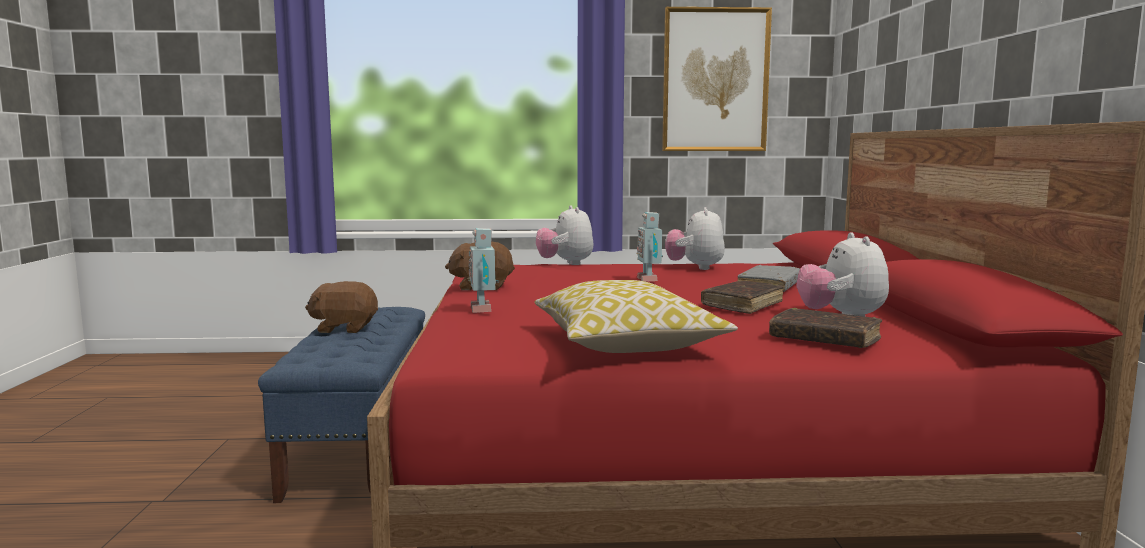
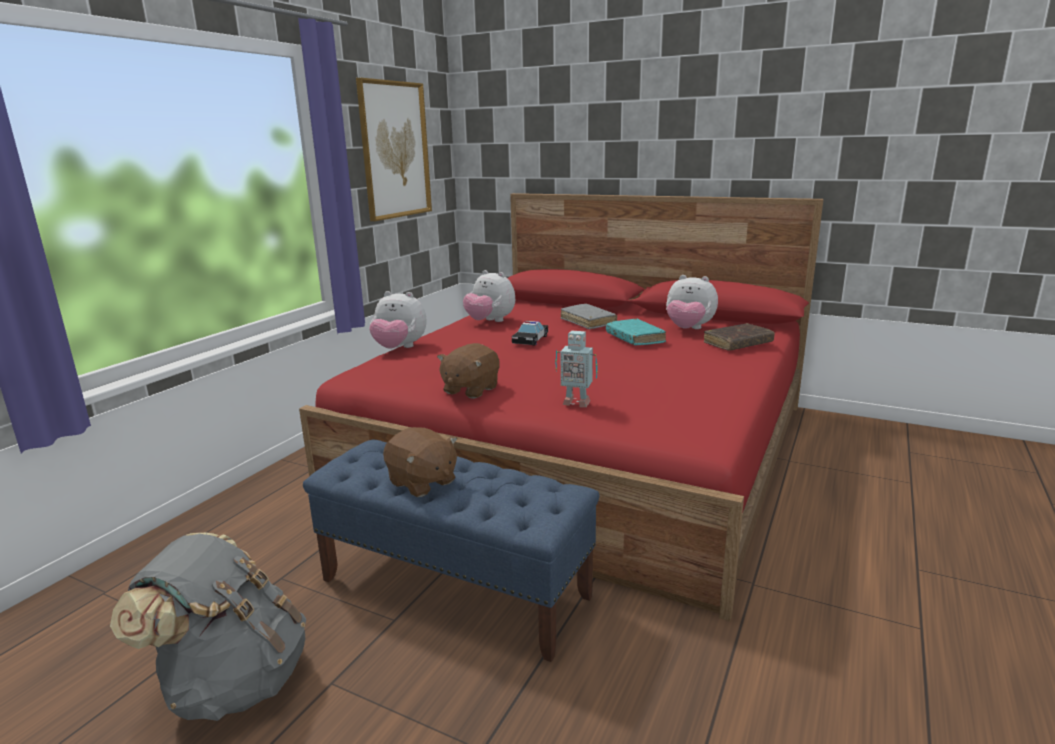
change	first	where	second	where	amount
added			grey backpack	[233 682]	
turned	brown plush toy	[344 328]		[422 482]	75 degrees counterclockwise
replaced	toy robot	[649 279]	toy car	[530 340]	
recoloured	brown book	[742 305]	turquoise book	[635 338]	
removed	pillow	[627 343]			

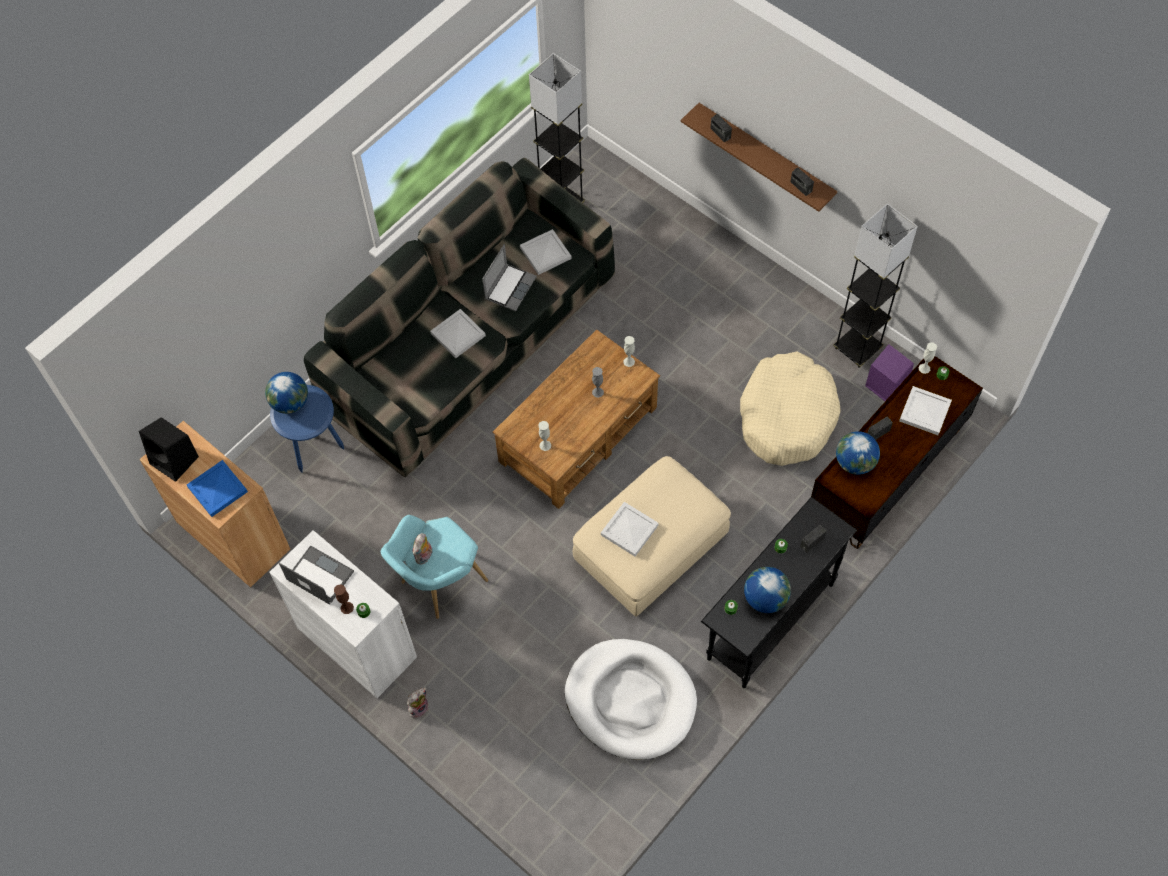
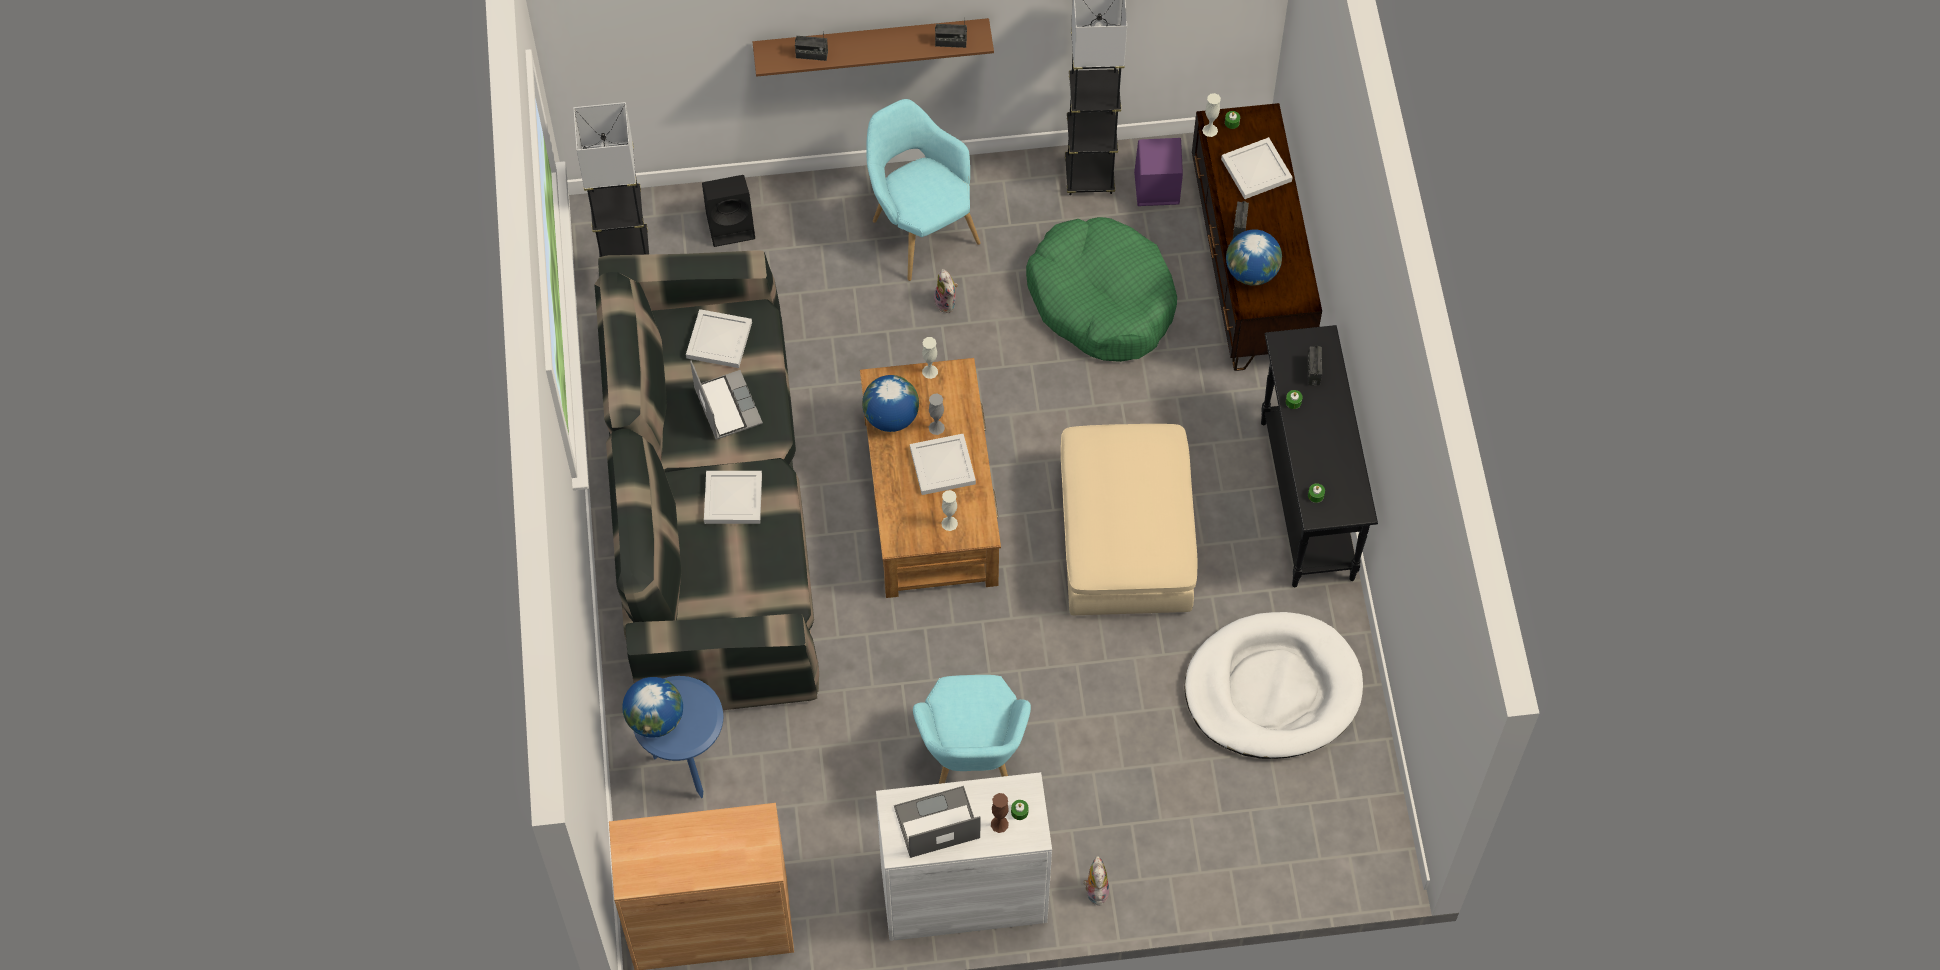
change	first	where	second	where	amount
moved	black speaker	[175 460]		[732 225]	
moved	globe	[765 598]		[891 417]	
added			turquoise armchair	[919 228]	
moved	white tray	[629 531]		[943 466]	
moved	plush toy	[424 556]		[947 302]	
recoloured	beige dog bed	[787 416]	green dog bed	[1102 300]	
removed	blue tray	[218 488]			

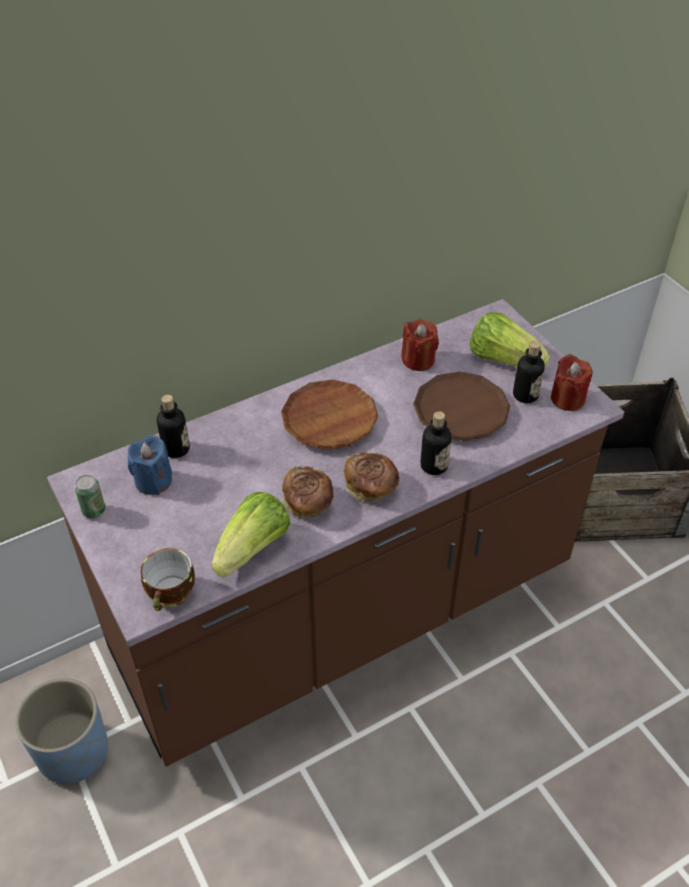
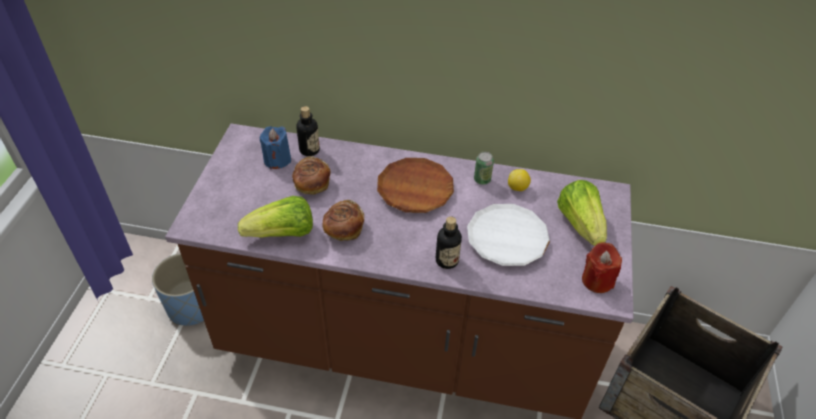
change	first	where	second	where	amount
moved	bread	[371 486]		[312 184]	
recoloured	brown plate	[460 411]	white plate	[507 238]	
moved	can	[94 511]		[482 180]	
replaced	red candle	[418 360]	lemon	[517 188]	
removed	cup	[172 594]			
removed	bottle	[525 395]			

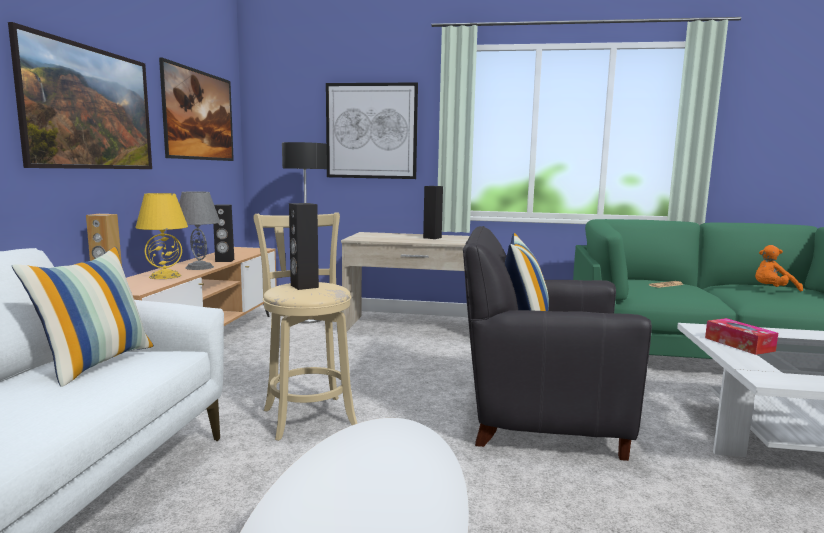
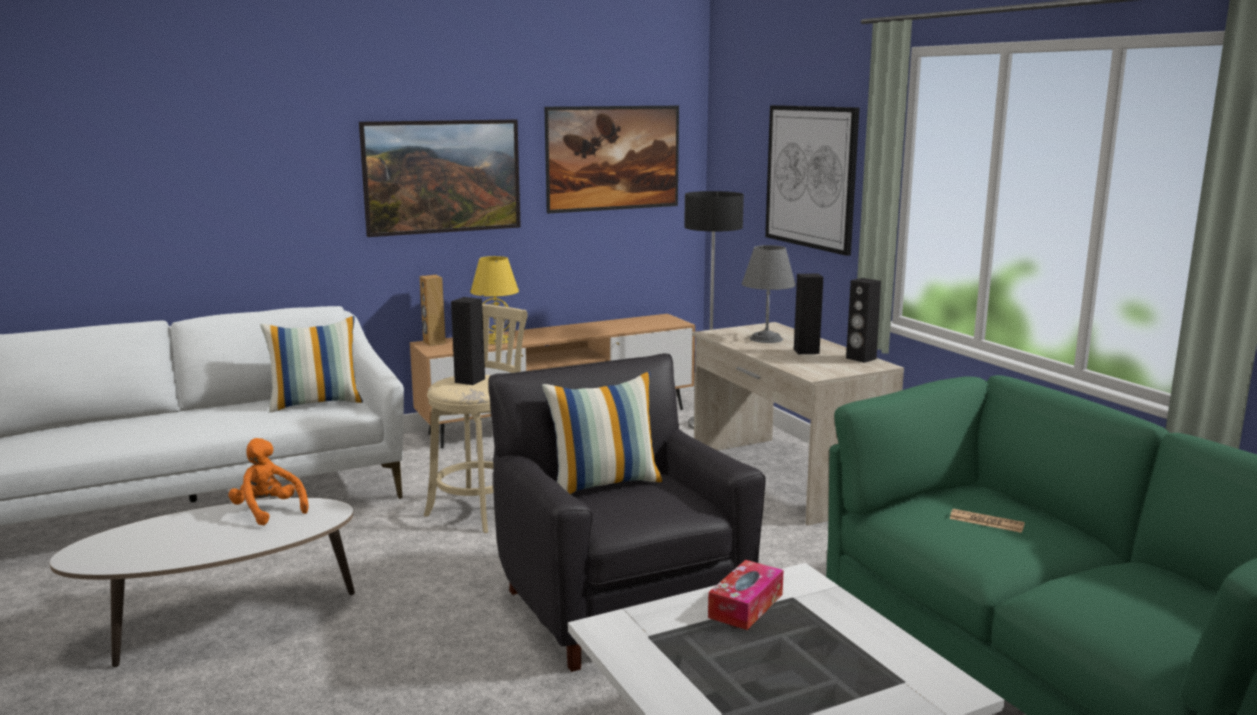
change	first	where	second	where	amount
moved	orange plush toy	[772 290]		[268 511]	
moved	grey table lamp	[200 267]		[766 339]	
moved	black speaker	[224 260]		[860 358]	

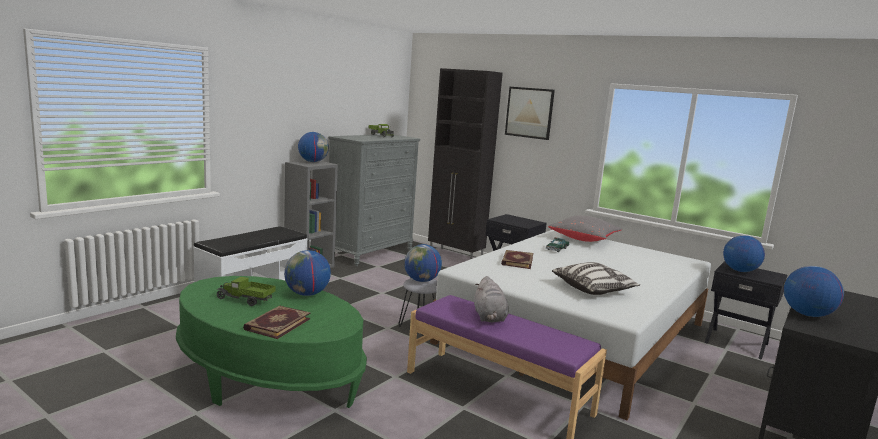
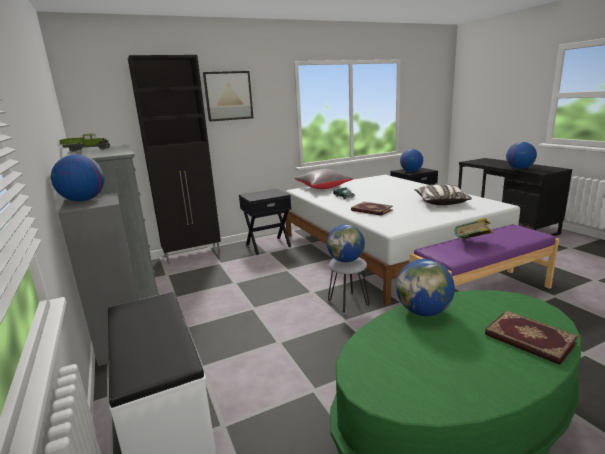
change	first	where	second	where	amount
replaced	grey plush toy	[489 317]	book	[472 244]	
removed	toy truck	[245 300]			

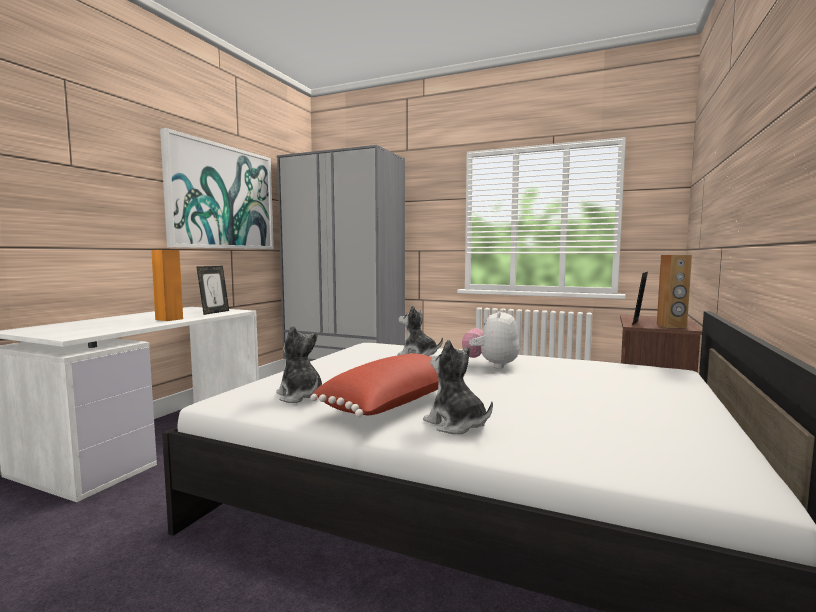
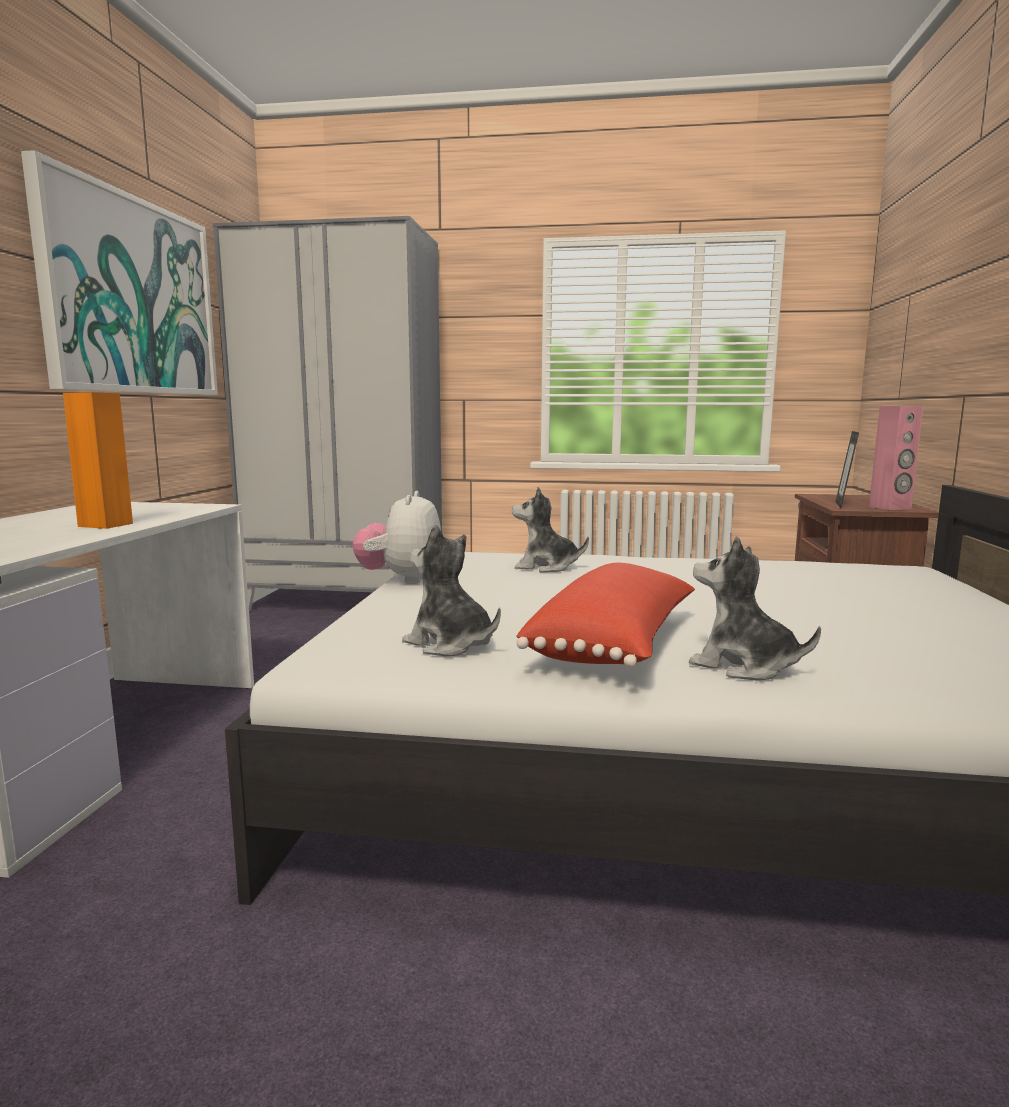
change	first	where	second	where	amount
moved	plush toy	[491 365]		[402 580]	
recoloured	brown speaker	[671 326]	pink speaker	[890 508]	
removed	picture frame	[214 312]			

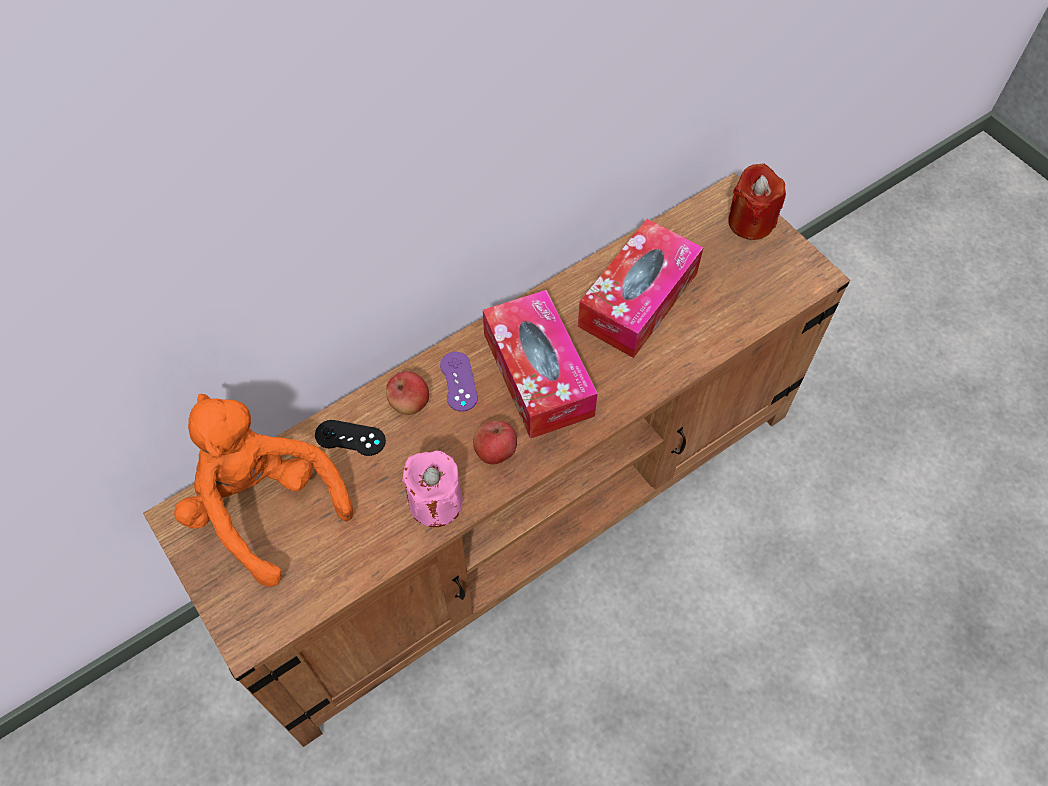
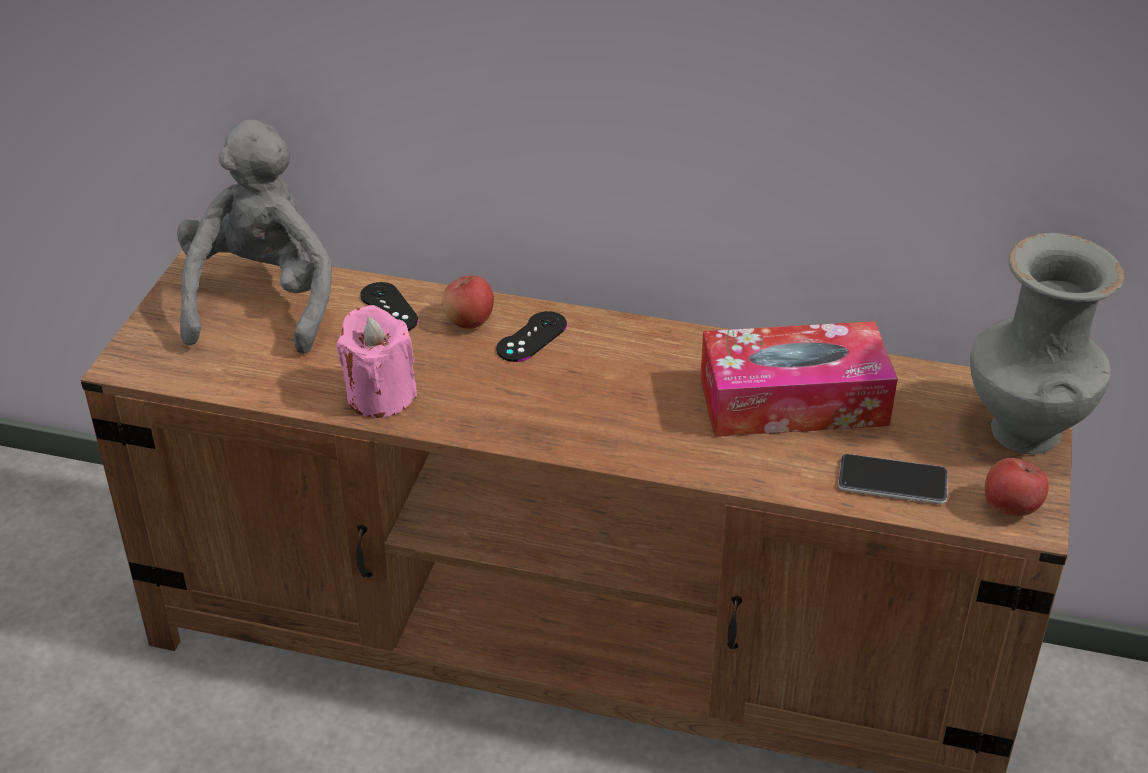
change	first	where	second	where	amount
recoloured	orange plush toy	[264 507]	grey plush toy	[262 301]	
recoloured	purple game controller	[458 381]	black game controller	[531 337]	
added			phone	[892 481]	
replaced	red candle	[750 222]	grey vase	[1022 430]	
moved	apple	[495 452]		[1010 508]	
removed	tissue box	[538 374]			

